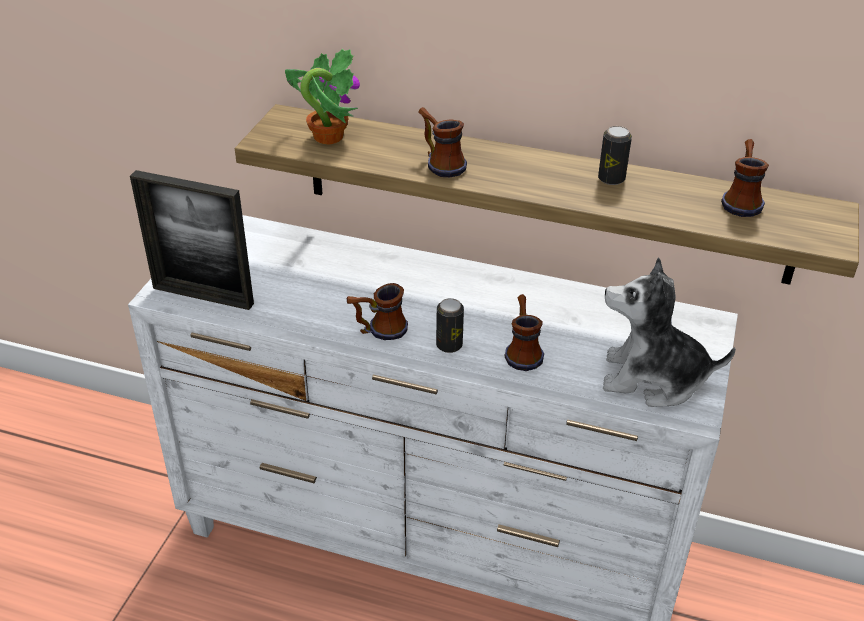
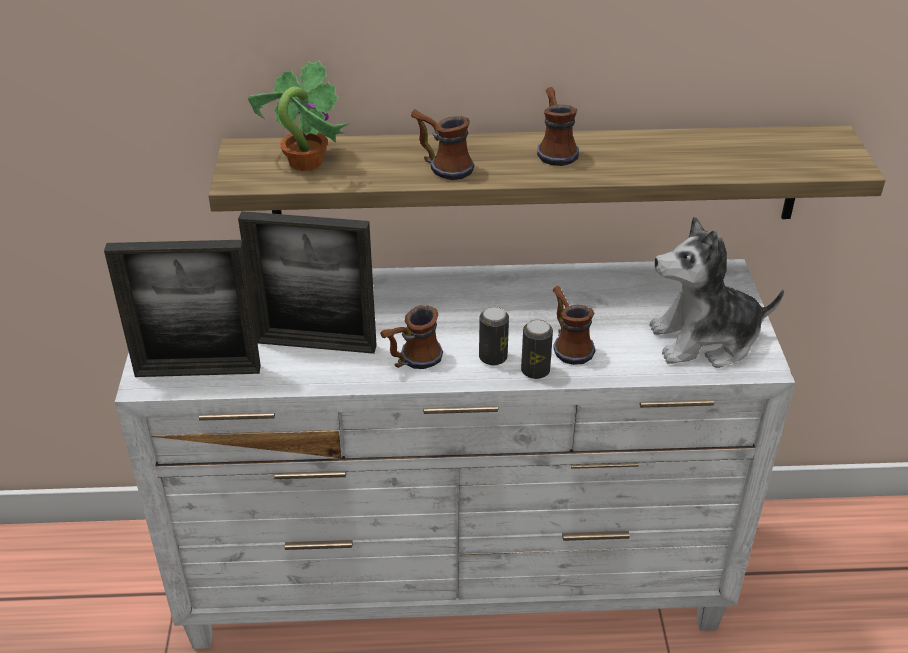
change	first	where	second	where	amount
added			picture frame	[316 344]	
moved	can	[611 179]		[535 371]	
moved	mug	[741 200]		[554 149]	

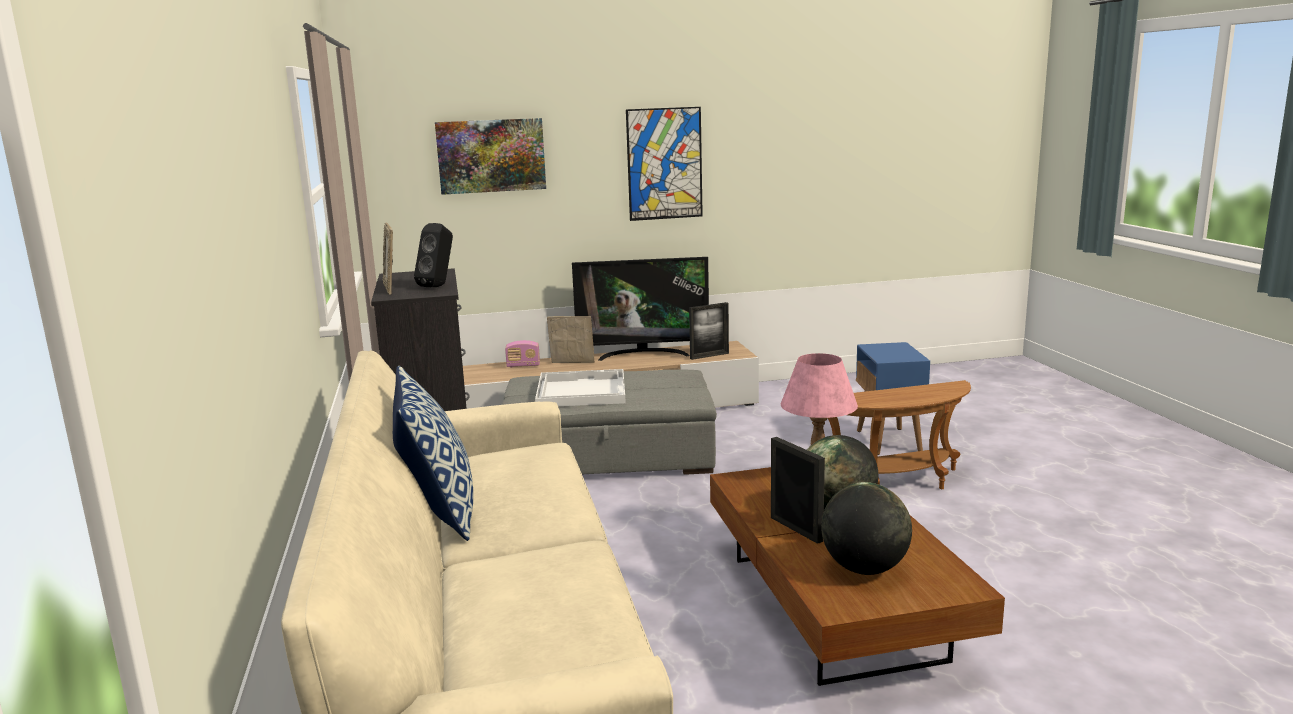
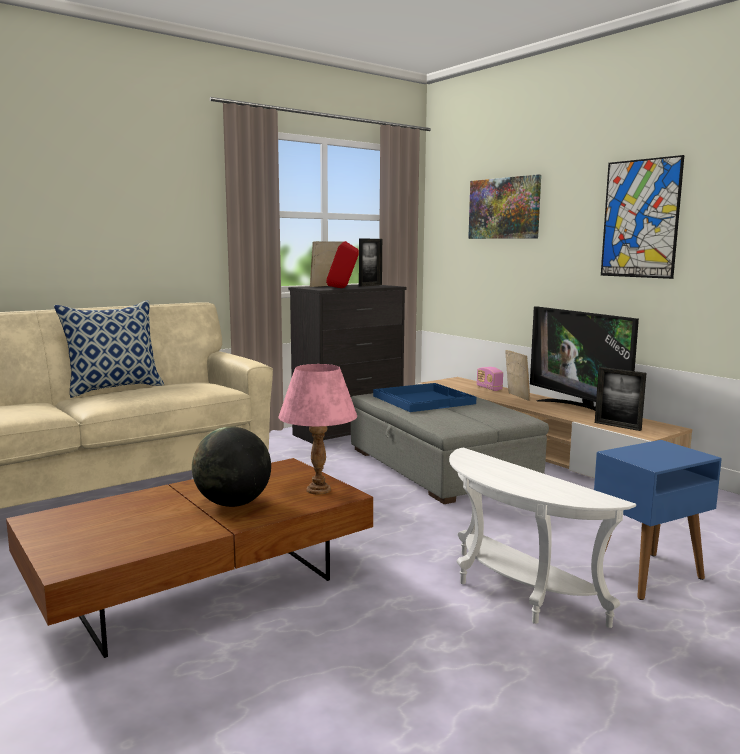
change	first	where	second	where	amount
recoloured	black speaker	[439 286]	red speaker	[342 288]	
moved	picture frame	[796 529]		[370 285]	
recoloured	white tray	[580 391]	blue tray	[423 399]	
recoloured	brown side table	[897 485]	white side table	[514 593]	
removed	globe	[865 569]			

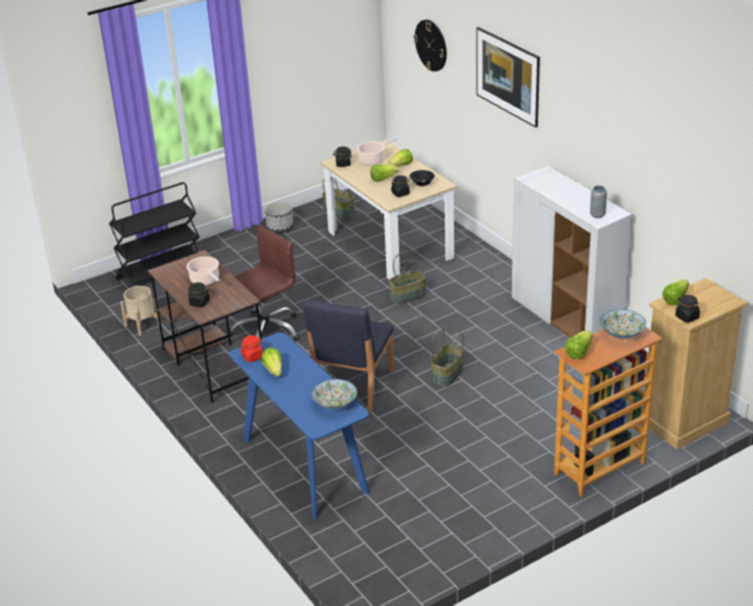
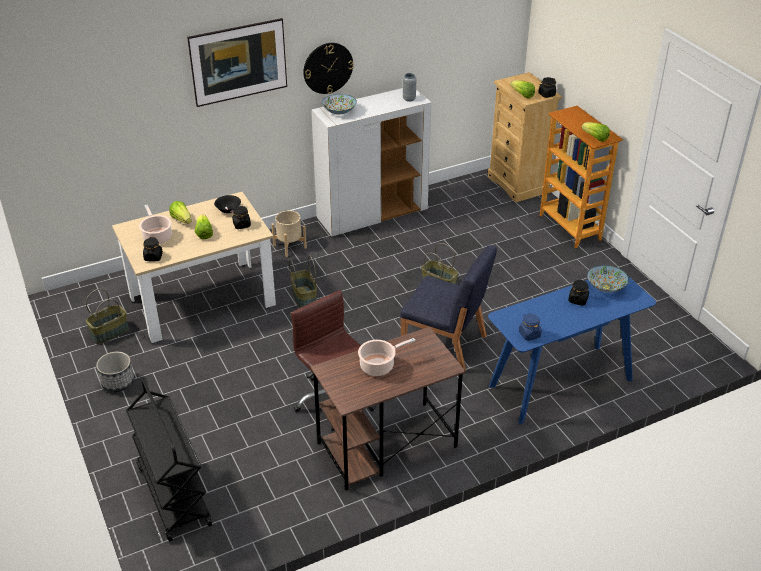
change	first	where	second	where	amount
moved	beige planter	[142 325]		[290 246]	
moved	wall clock	[431 45]		[328 68]	
moved	bowl	[622 333]		[339 111]	
recoloured	red jar	[253 356]	blue jar	[529 334]	
moved	black jar	[199 302]		[578 300]	
removed	lettuce	[274 370]			

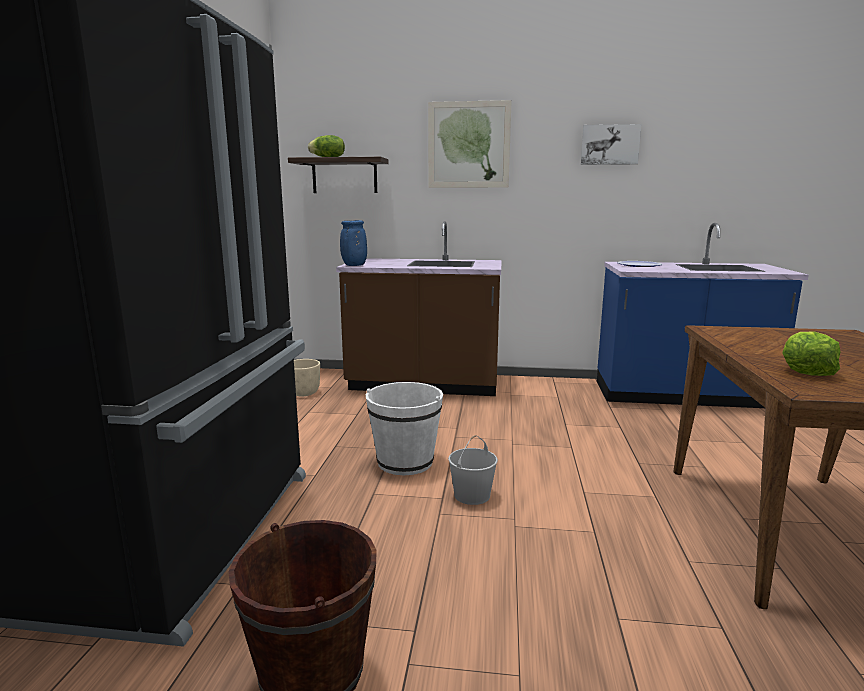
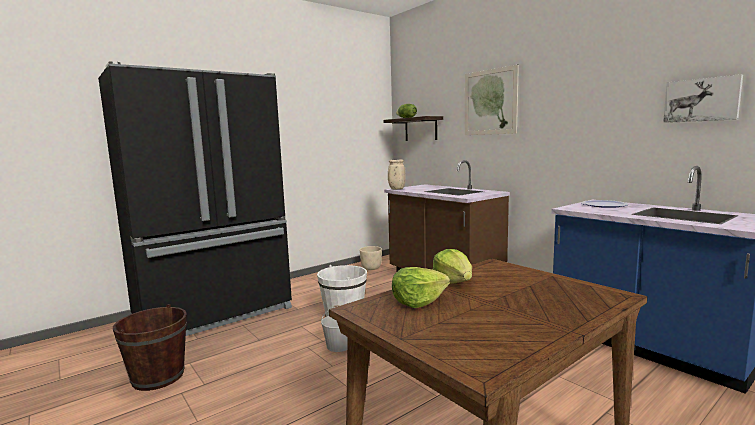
change	first	where	second	where	amount
recoloured	blue vase	[354 265]	beige vase	[396 189]	
added			lettuce	[453 282]	
moved	picture	[610 144]		[701 100]	

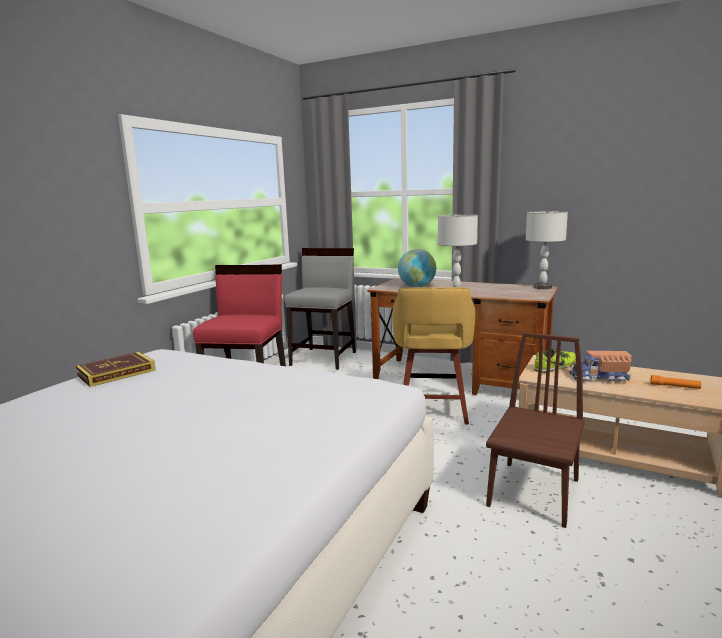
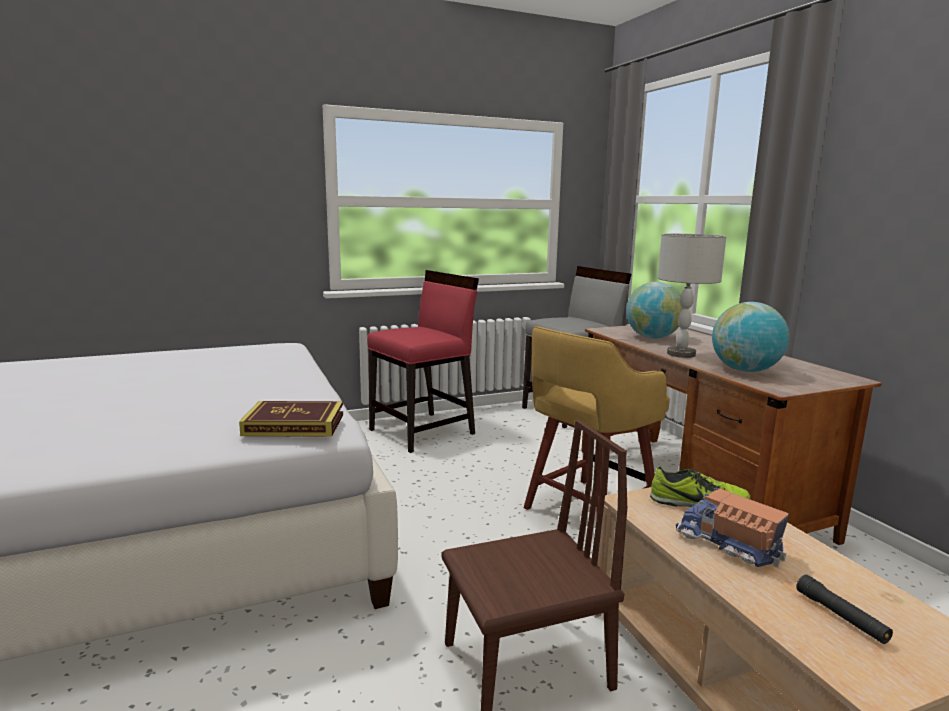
change	first	where	second	where	amount
moved	book	[116 373]		[294 425]	
added			globe	[745 371]	
recoloured	orange flashlight	[674 386]	black flashlight	[841 616]	
removed	grey table lamp	[542 287]			

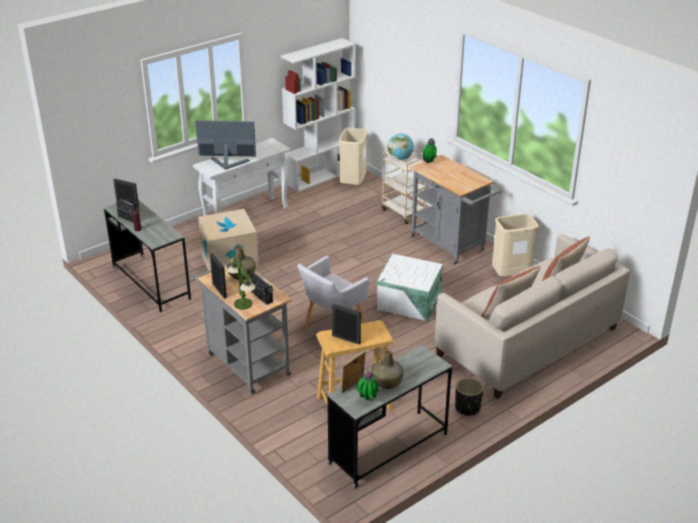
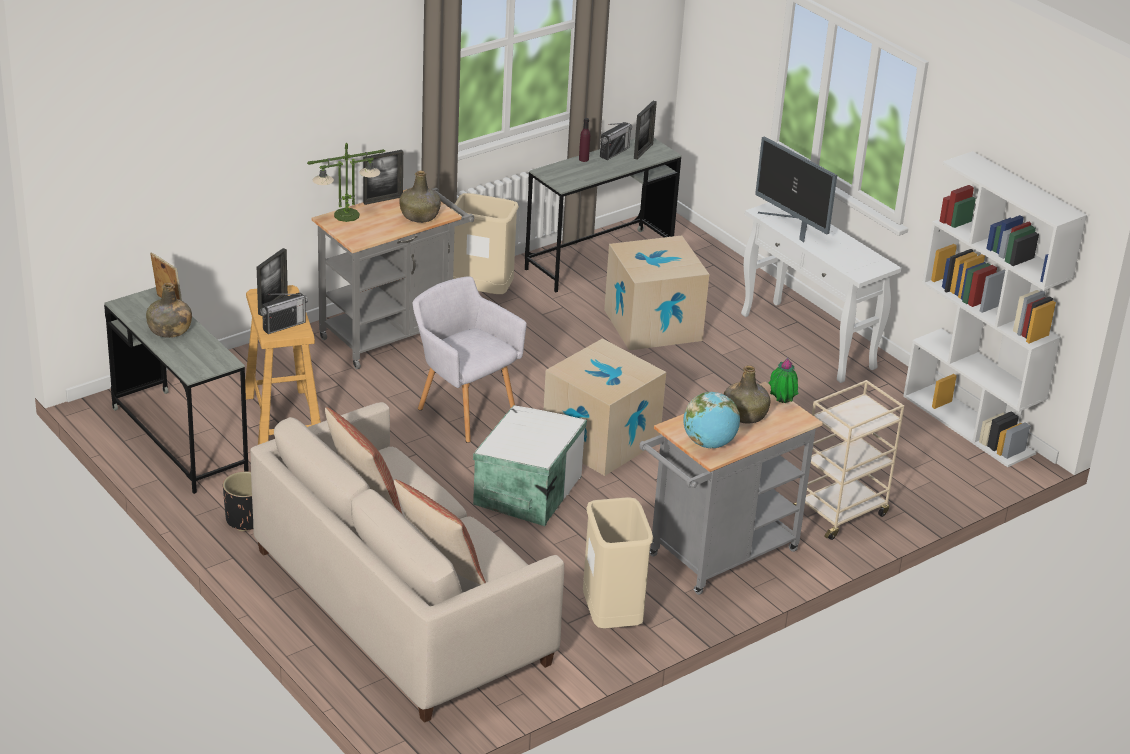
change	first	where	second	where	amount
moved	radio	[261 297]		[284 326]	
moved	beige trash can	[352 184]		[482 294]	
added			cardboard box	[600 440]	
moved	globe	[400 158]		[709 443]	
added			green bottle	[745 414]	
turned	monitor	[227 163]		[792 225]	135 degrees clockwise
removed	potted plant	[367 400]			

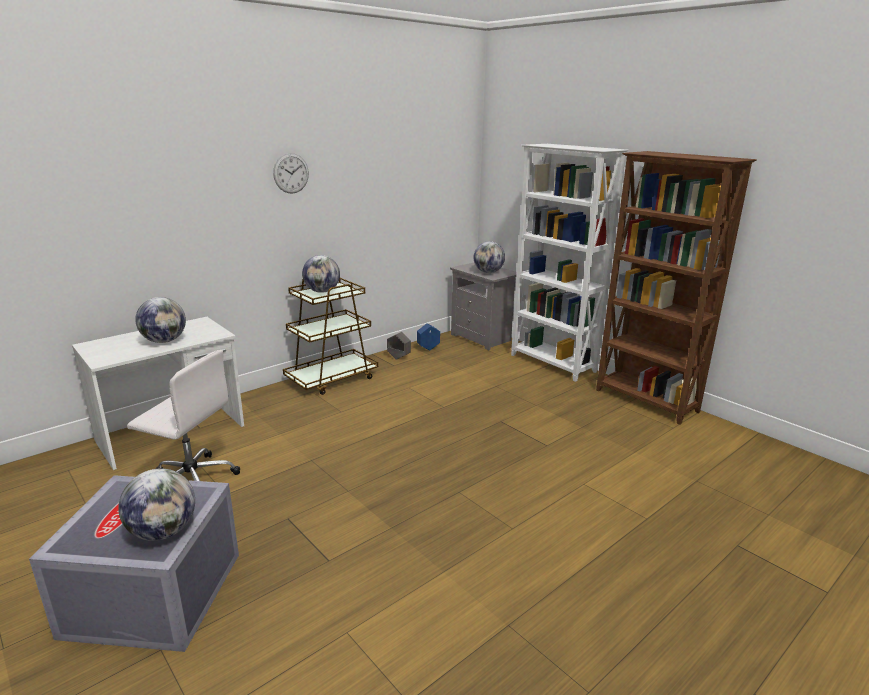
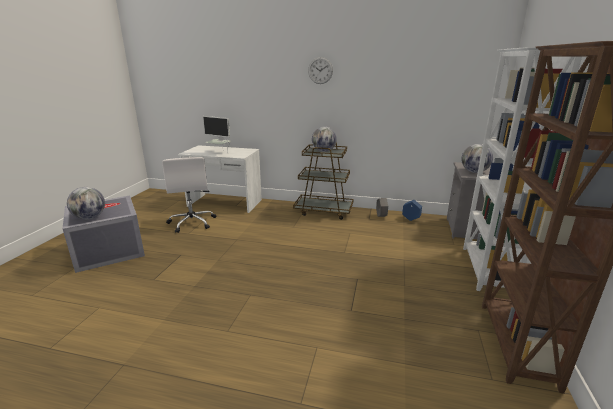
change	first	where	second	where	amount
replaced	globe	[164 341]	monitor	[219 152]	

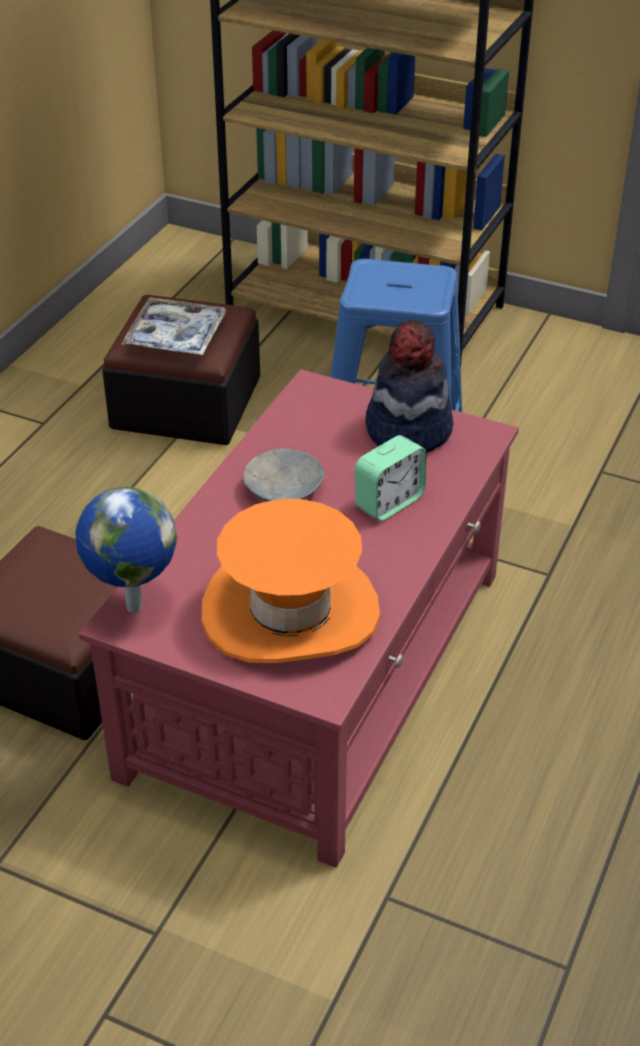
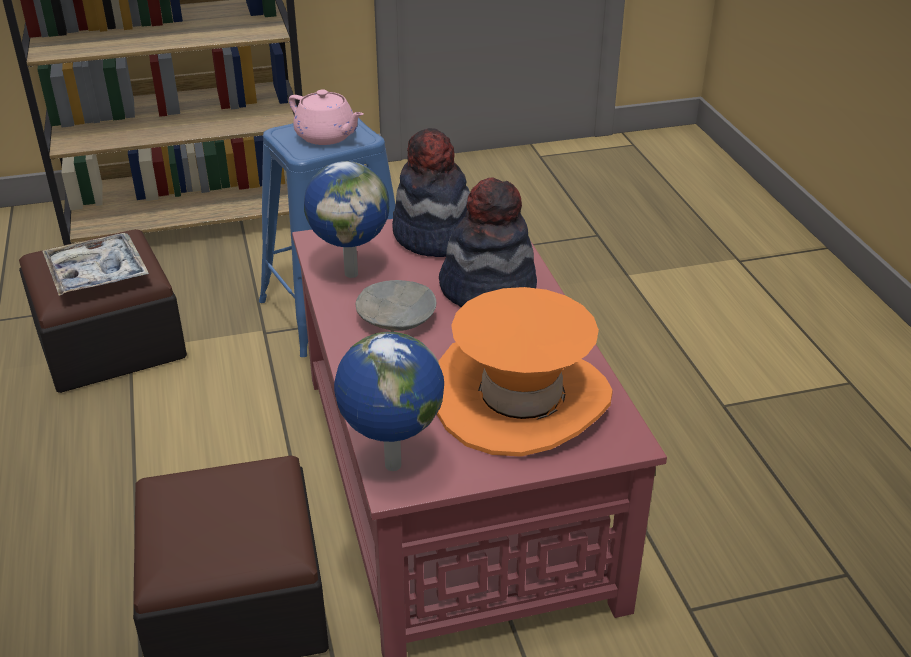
change	first	where	second	where	amount
added			pink teapot	[327 136]	
added			globe	[351 273]	
replaced	alarm clock	[389 502]	hat	[488 290]	

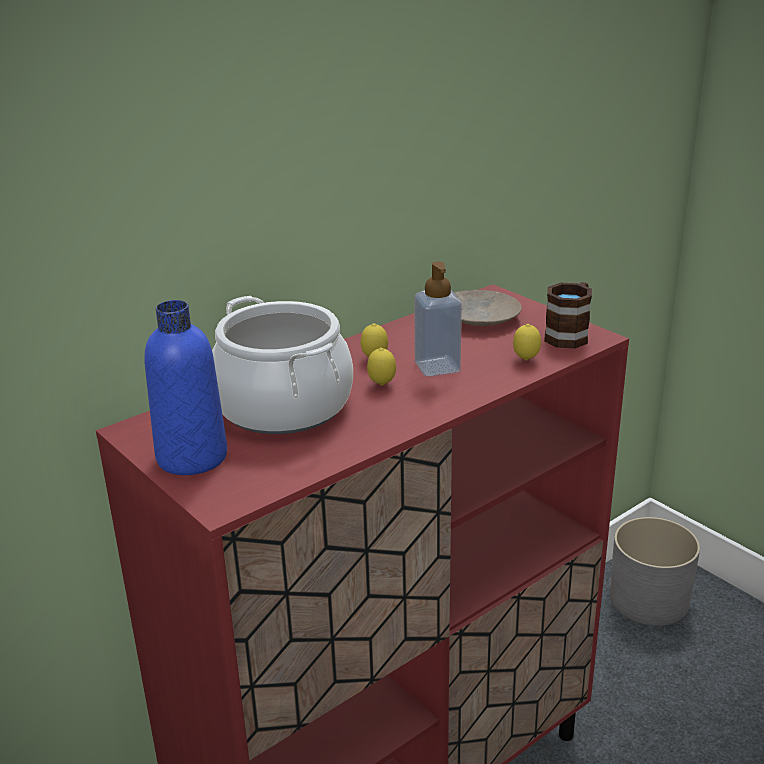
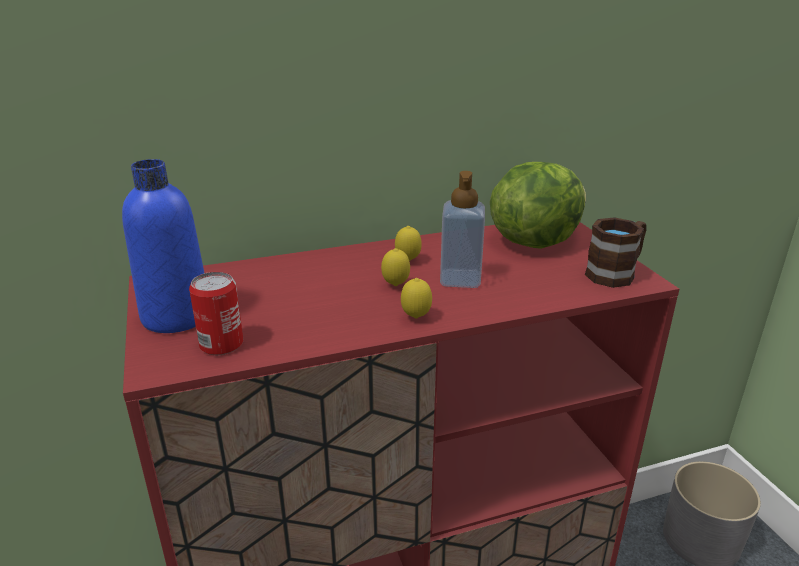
change	first	where	second	where	amount
added			can	[221 344]	
moved	lemon	[526 360]		[416 318]	
replaced	beige plate	[478 317]	lettuce	[533 240]	
removed	cooking pot	[284 405]			

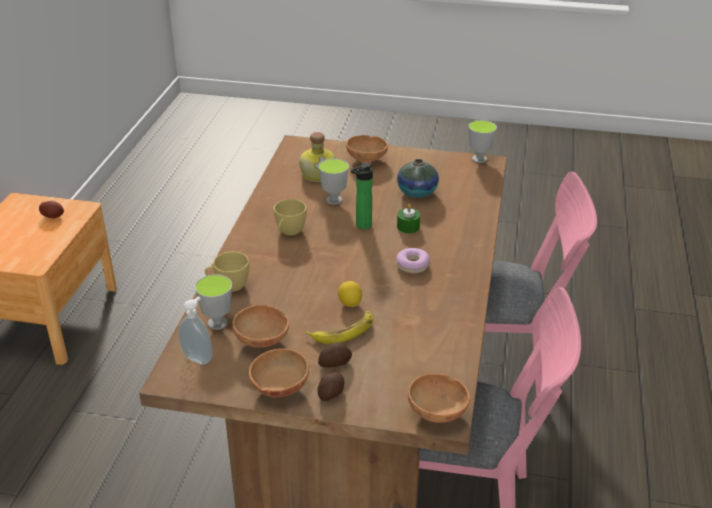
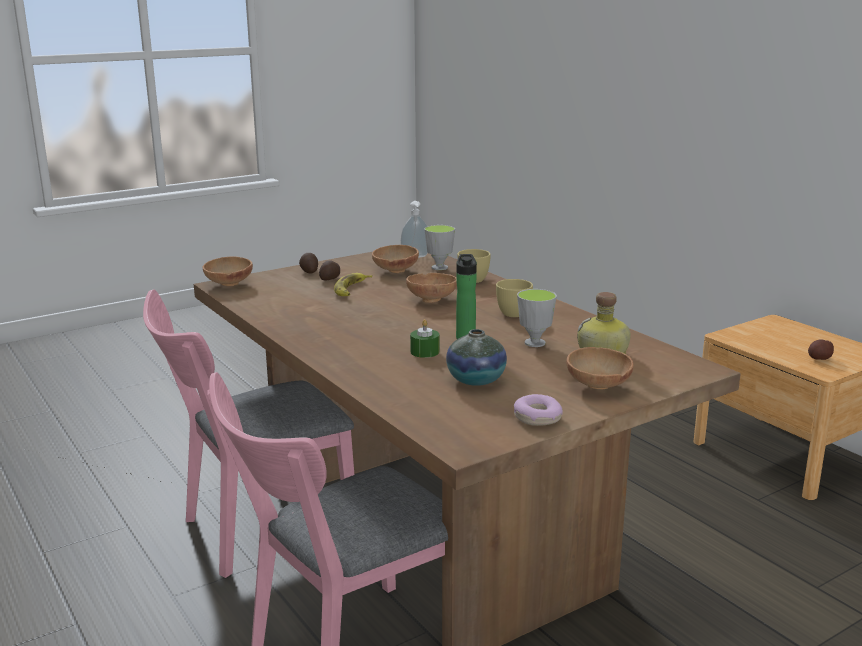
change	first	where	second	where	amount
moved	brown bowl	[278 388]		[432 299]	
moved	donut	[412 265]		[537 418]	
removed	lemon	[350 303]			
removed	cup	[479 159]			

